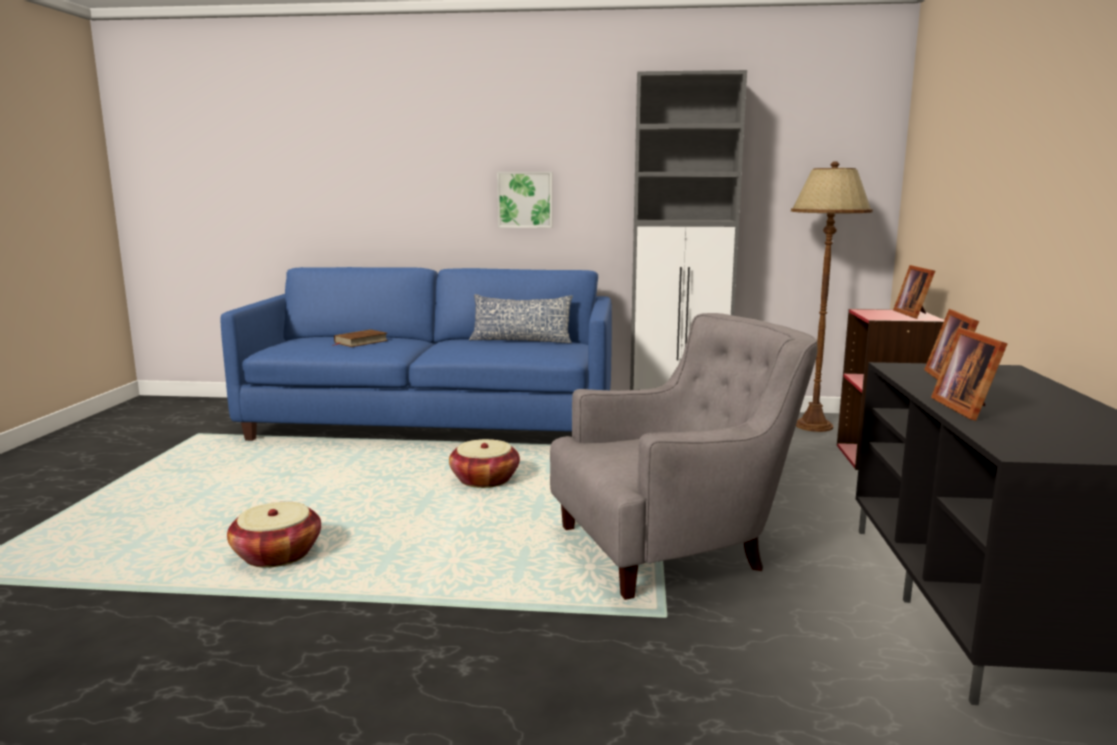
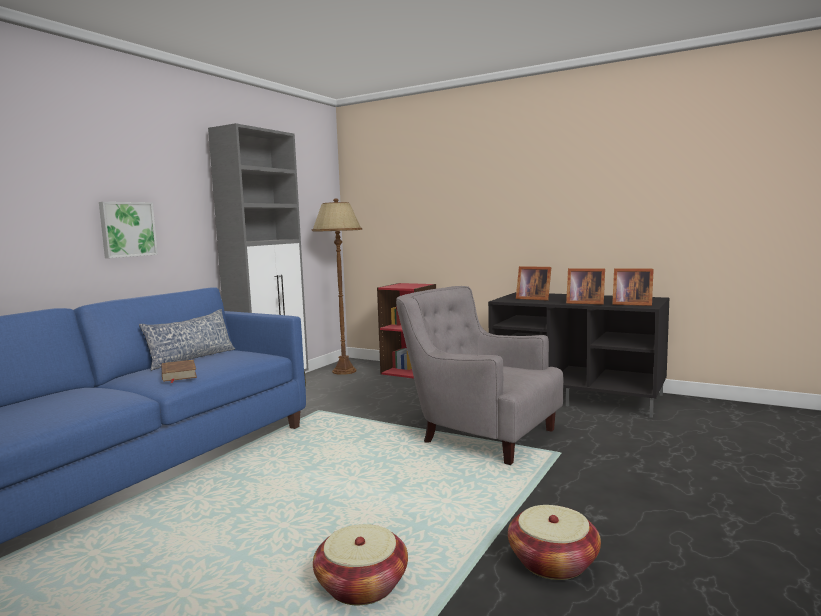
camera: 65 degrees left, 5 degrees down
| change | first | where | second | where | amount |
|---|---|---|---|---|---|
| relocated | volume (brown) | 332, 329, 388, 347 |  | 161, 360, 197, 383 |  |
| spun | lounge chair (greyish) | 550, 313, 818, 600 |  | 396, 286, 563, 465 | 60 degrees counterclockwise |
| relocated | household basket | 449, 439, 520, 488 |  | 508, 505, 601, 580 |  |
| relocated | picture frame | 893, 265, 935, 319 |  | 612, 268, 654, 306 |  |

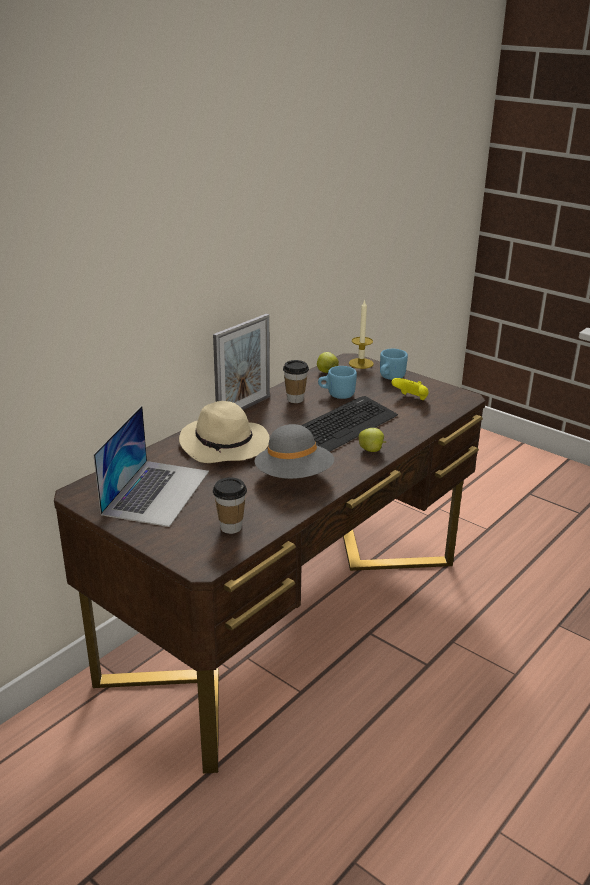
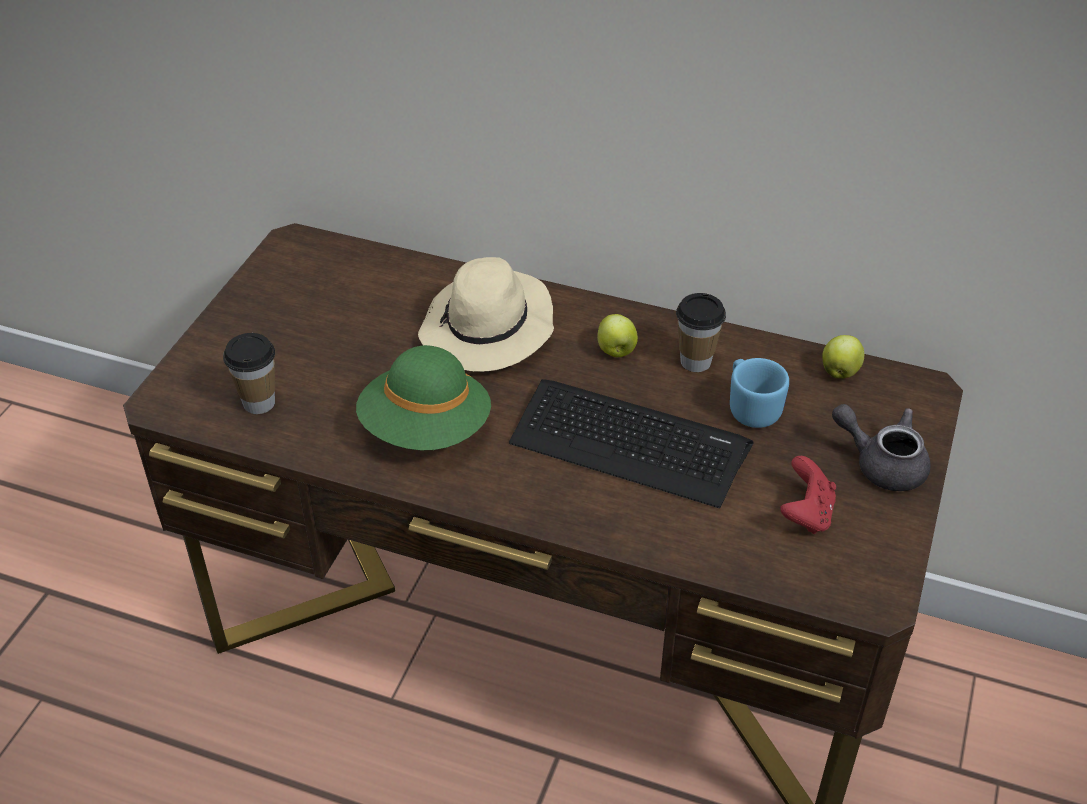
camera: 70 degrees right, 15 degrees up
| change | first | where | second | where | amount |
|---|---|---|---|---|---|
| colour | hat (greyish) | 255, 424, 334, 479 | hat (green-coloured) | 356, 345, 491, 450 |  |
| relocated | apple | 359, 428, 386, 452 |  | 597, 314, 638, 357 |  |
| colour | game controller (yellow-coloured) | 391, 378, 429, 400 | game controller (red-coloured) | 781, 456, 836, 534 |  |
| exchanged | tea mug (blue) | 380, 349, 408, 380 | teapot (greyish) | 832, 404, 931, 491 |  |
| missing | laptop | 93, 406, 209, 527 |  |  |  |
| missing | picture frame | 213, 314, 270, 410 |  |  |  |
| missing | candle | 349, 299, 374, 369 |  |  |  |

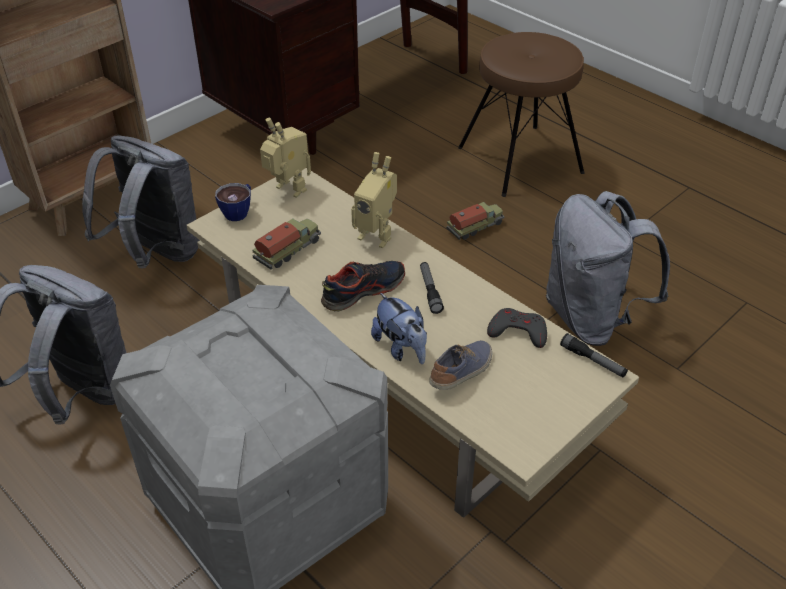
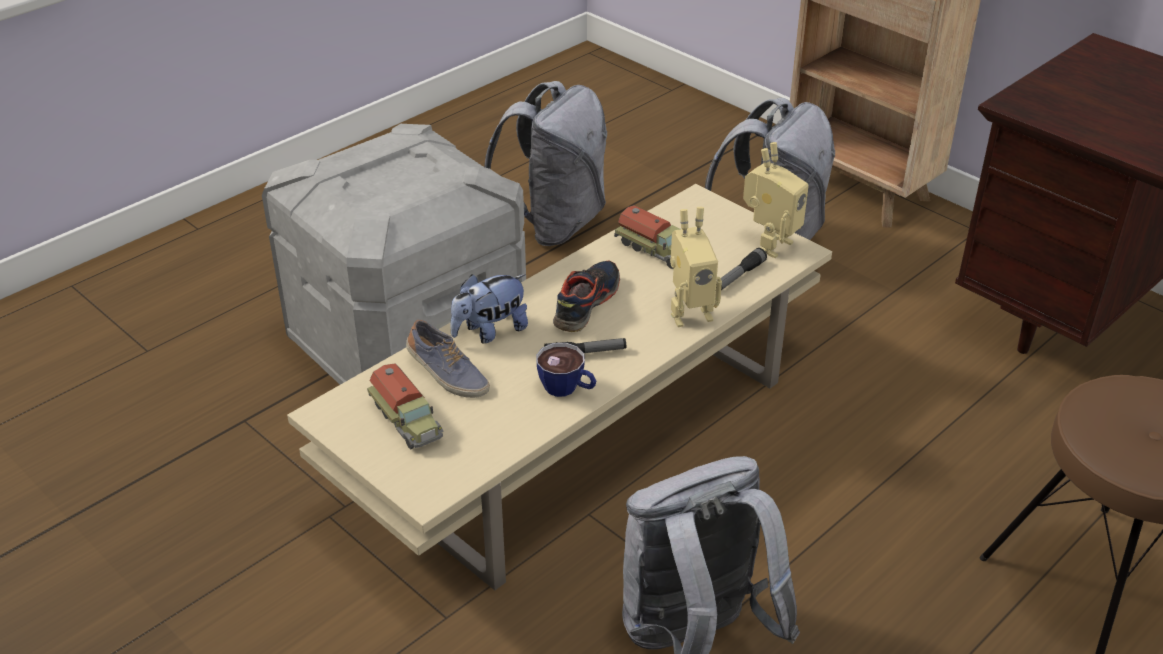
camera: 90 degrees right, 5 degrees down
| change | first | where | second | where | amount |
|---|---|---|---|---|---|
| relocated | toy lorry | 446, 202, 504, 240 |  | 367, 363, 444, 449 |  |
| relocated | drinking cup | 215, 183, 251, 221 |  | 536, 343, 596, 397 |  |
| spun | shoe | 321, 261, 405, 312 |  | 553, 261, 620, 332 | 120 degrees counterclockwise |
| spun | toy robot | 351, 152, 397, 248 |  | 670, 207, 722, 327 | 135 degrees counterclockwise |
| relocated | flashlight | 560, 333, 628, 377 |  | 716, 248, 767, 290 |  |
| missing | game controller (greyish) | 487, 308, 547, 348 |  |  |  |

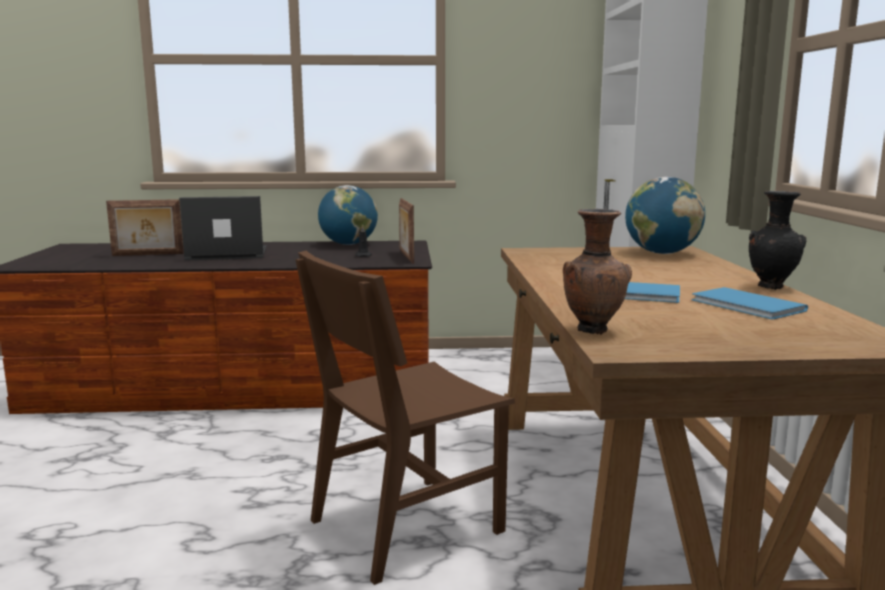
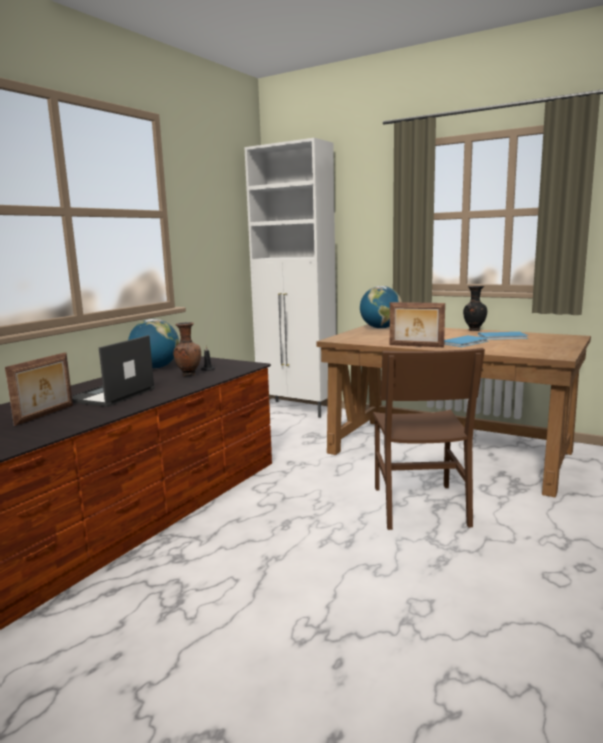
camera: 55 degrees left, 0 degrees up
| change | first | where | second | where | amount |
|---|---|---|---|---|---|
| relocated | decorative vase (brown) | 563, 209, 632, 334 |  | 173, 322, 201, 376 |  |
| relocated | picture frame | 399, 198, 414, 264 |  | 390, 302, 445, 347 |  |

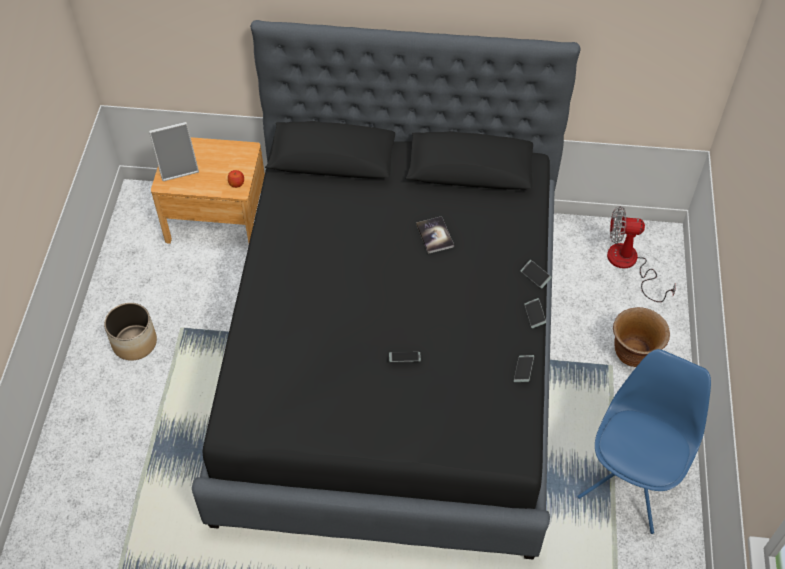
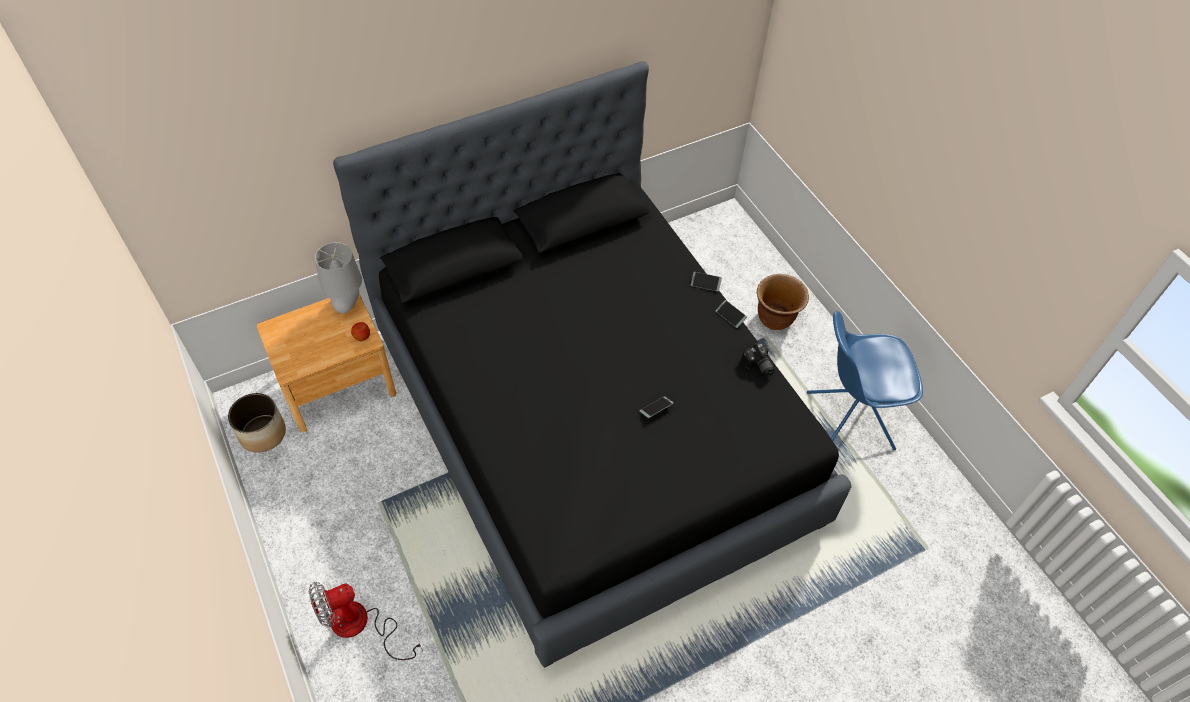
camera: 35 degrees left, 0 degrees up
| change | first | where | second | where | amount |
|---|---|---|---|---|---|
| relocated | planter | 104, 303, 157, 361 |  | 228, 393, 286, 453 |  |
| relocated | fan | 607, 206, 676, 302 |  | 309, 582, 423, 660 |  |
| appeared |  |  | lamp for a table (greyish) | 315, 242, 362, 313 |  |
| exchanged | telephone | 514, 355, 534, 382 | photo camera | 741, 342, 775, 377 |  |
| spun | plain chair (blue) | 577, 349, 711, 534 |  | 807, 311, 923, 450 | 90 degrees counterclockwise |
| missing | picture frame | 149, 122, 199, 181 |  |  |  |
| missing | volume | 416, 216, 454, 254 |  |  |  |

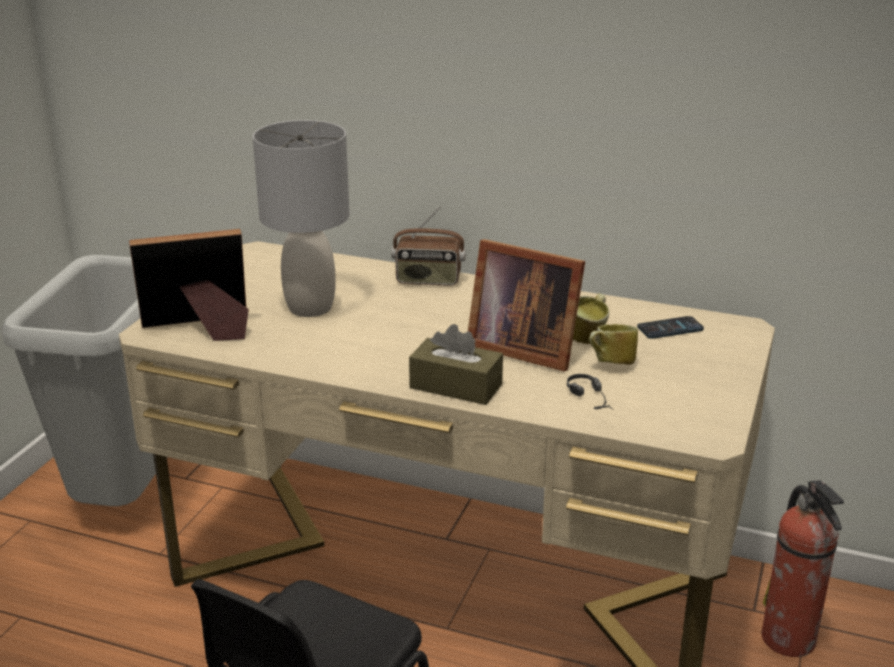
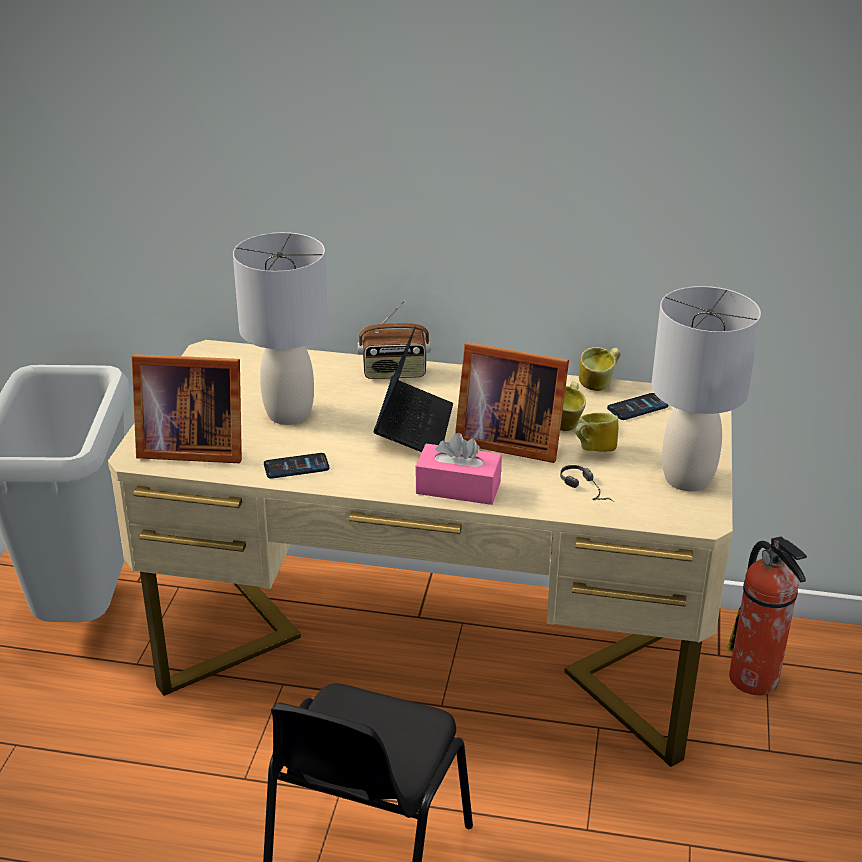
camera: 10 degrees left, 5 degrees up
| change | first | where | second | where | amount |
|---|---|---|---|---|---|
| spun | picture frame | 129, 229, 249, 341 |  | 132, 354, 242, 463 | 150 degrees counterclockwise |
| appeared |  |  | telephone | 264, 453, 329, 478 |  |
| appeared |  |  | laptop | 374, 326, 453, 452 |  |
| colour | tissue holder (brown) | 409, 324, 503, 405 | tissue holder (pink-coloured) | 416, 433, 502, 505 |  |
| appeared |  |  | tea mug | 579, 347, 621, 391 |  |
| appeared |  |  | lamp for a table (greyish) | 652, 286, 761, 491 |  |

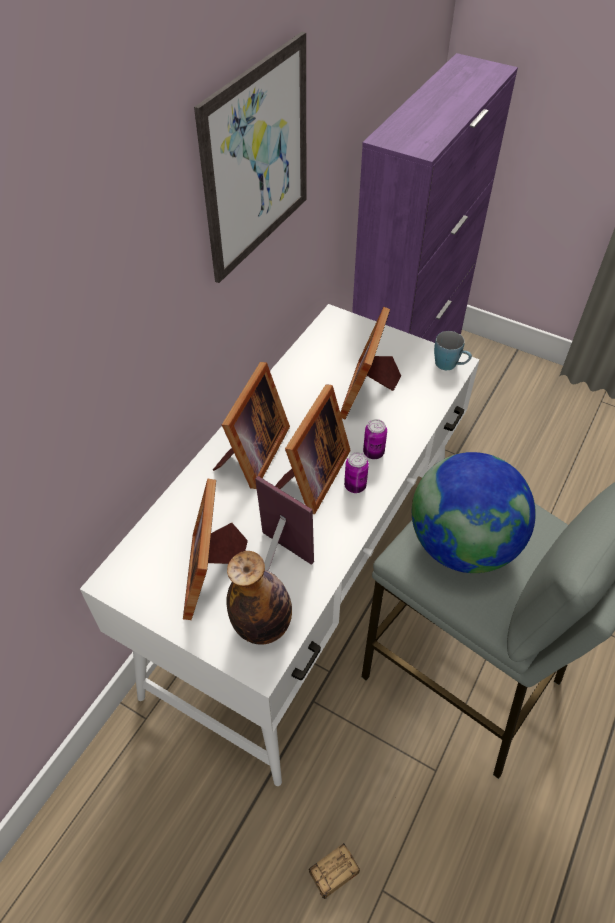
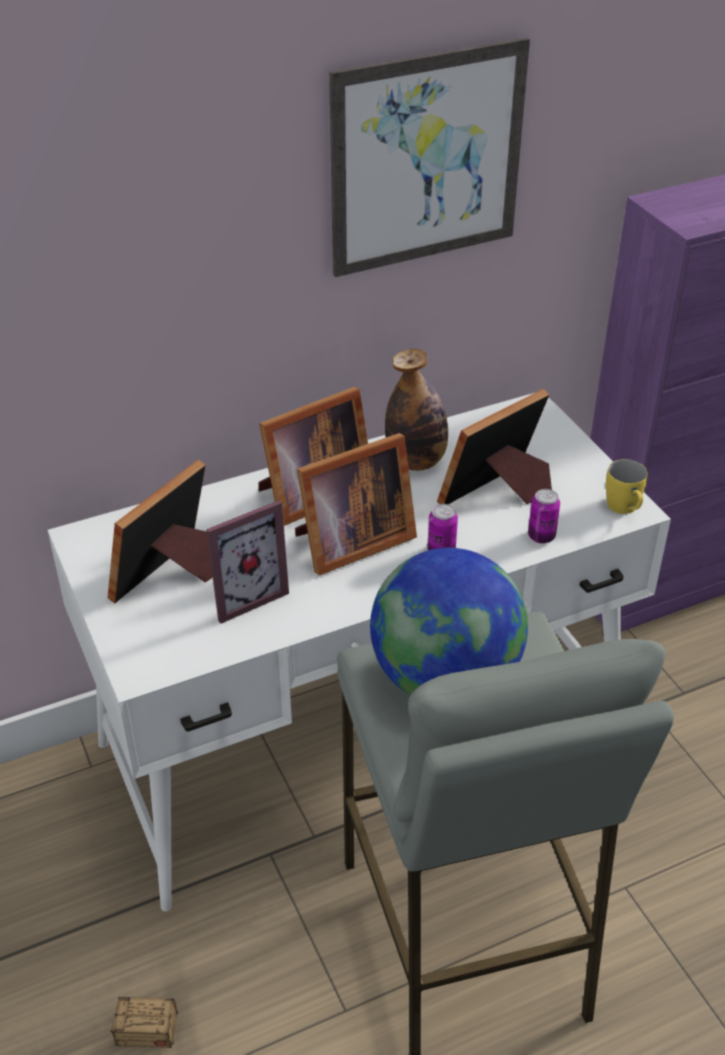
camera: 35 degrees right, 10 degrees down
| change | first | where | second | where | amount |
|---|---|---|---|---|---|
| spun | picture frame | 255, 476, 314, 571 |  | 206, 500, 289, 624 | 75 degrees clockwise |
| relocated | beverage bottle | 227, 551, 292, 645 |  | 385, 349, 448, 471 |  |
| relocated | can | 344, 453, 369, 493 |  | 528, 489, 560, 544 |  |
| colour | tea mug (blue) | 434, 331, 472, 370 | tea mug (yellow-coloured) | 606, 459, 648, 514 |  |

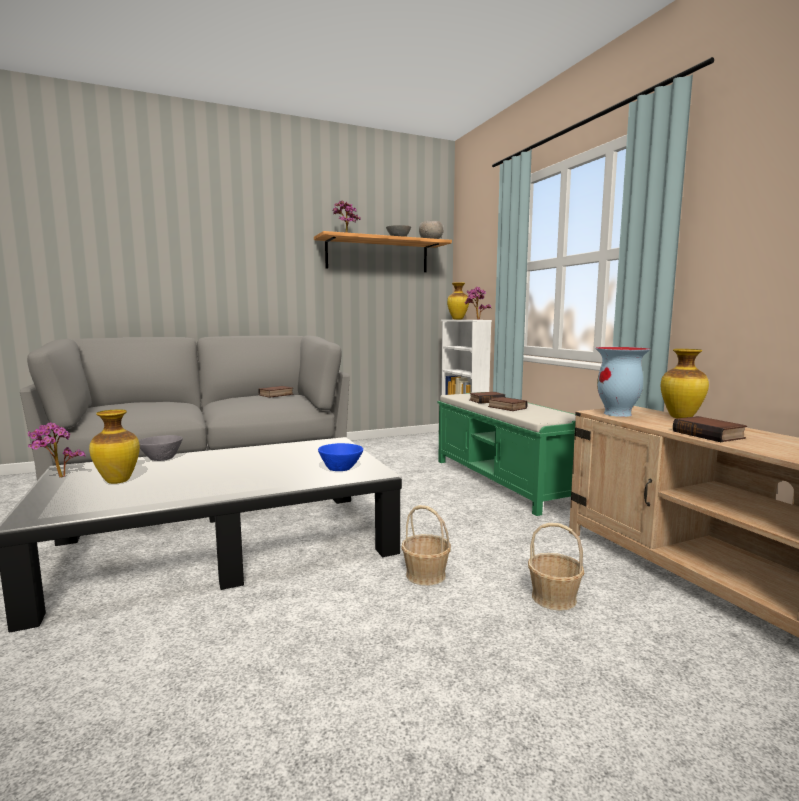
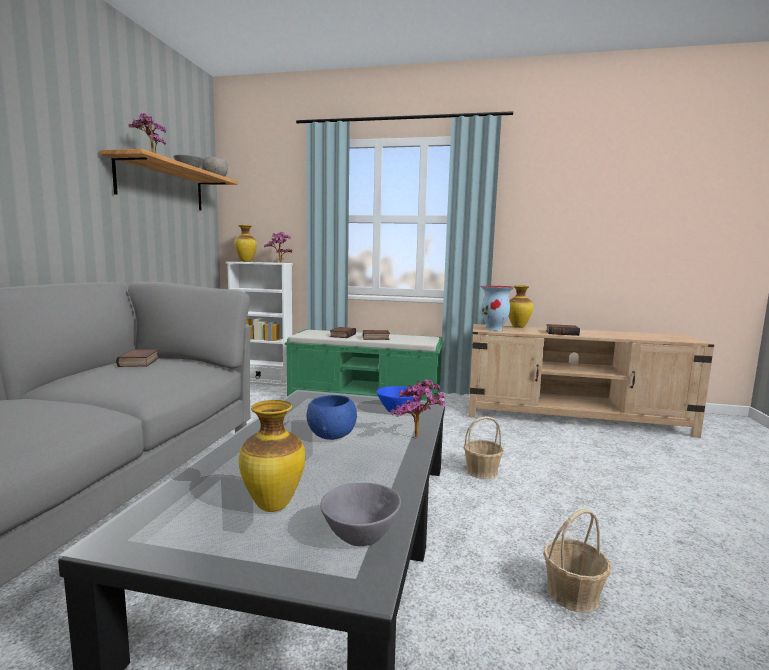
camera: 55 degrees left, 0 degrees up
| change | first | where | second | where | amount |
|---|---|---|---|---|---|
| appeared |  |  | bowl (blue) | 306, 395, 357, 440 |  |
| relocated | bowl (greyish) | 139, 435, 183, 461 |  | 320, 483, 401, 546 |  |
| relocated | houseplant | 27, 422, 86, 478 |  | 390, 379, 445, 438 |  |
| relocated | household basket | 528, 523, 584, 611 |  | 543, 509, 611, 613 |  |

